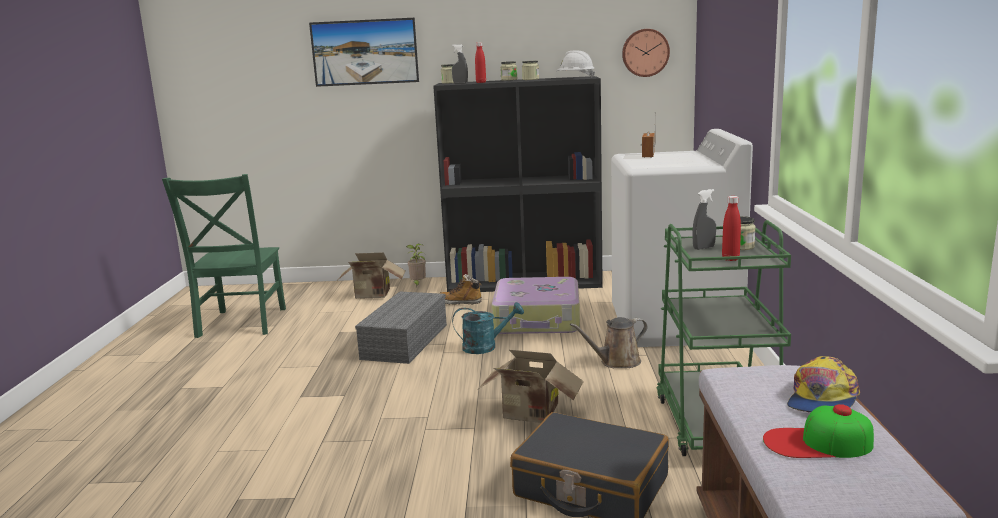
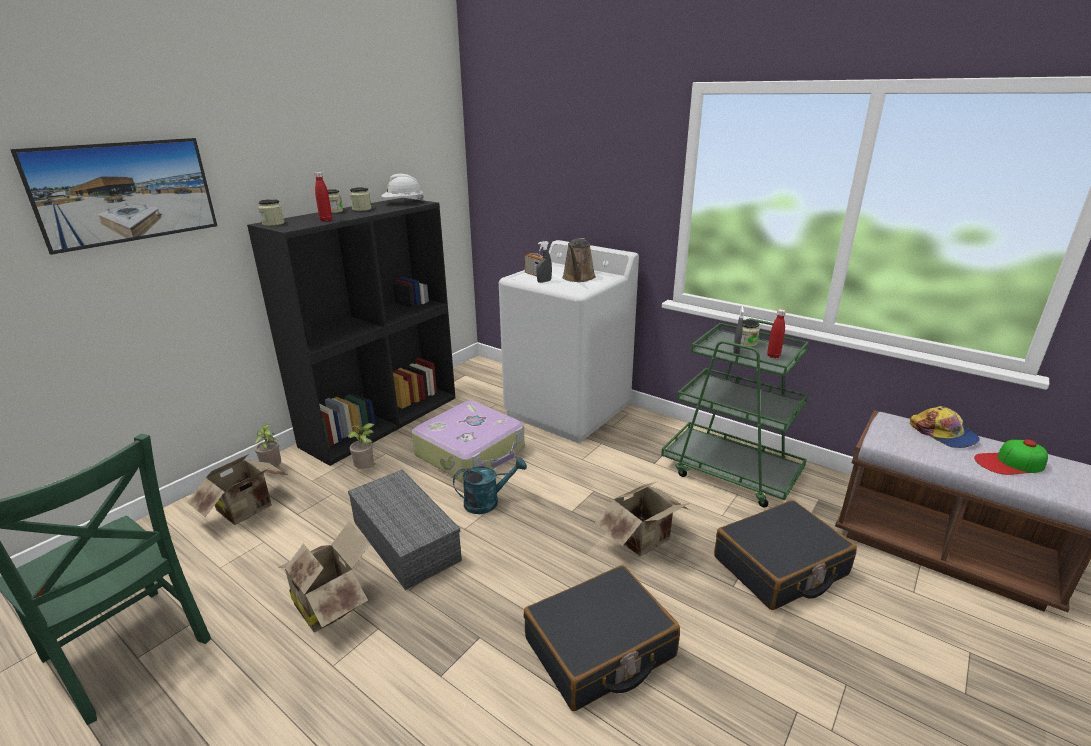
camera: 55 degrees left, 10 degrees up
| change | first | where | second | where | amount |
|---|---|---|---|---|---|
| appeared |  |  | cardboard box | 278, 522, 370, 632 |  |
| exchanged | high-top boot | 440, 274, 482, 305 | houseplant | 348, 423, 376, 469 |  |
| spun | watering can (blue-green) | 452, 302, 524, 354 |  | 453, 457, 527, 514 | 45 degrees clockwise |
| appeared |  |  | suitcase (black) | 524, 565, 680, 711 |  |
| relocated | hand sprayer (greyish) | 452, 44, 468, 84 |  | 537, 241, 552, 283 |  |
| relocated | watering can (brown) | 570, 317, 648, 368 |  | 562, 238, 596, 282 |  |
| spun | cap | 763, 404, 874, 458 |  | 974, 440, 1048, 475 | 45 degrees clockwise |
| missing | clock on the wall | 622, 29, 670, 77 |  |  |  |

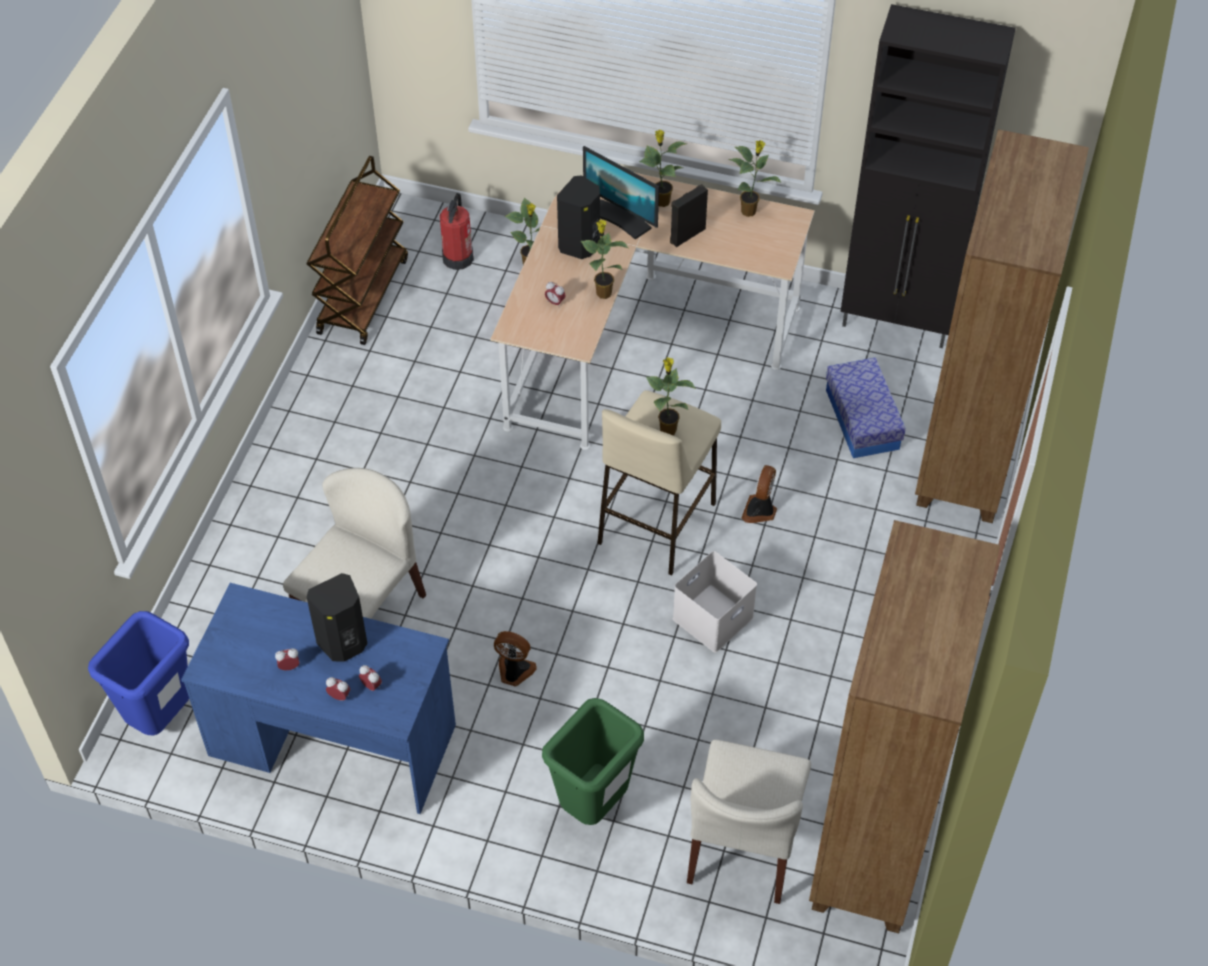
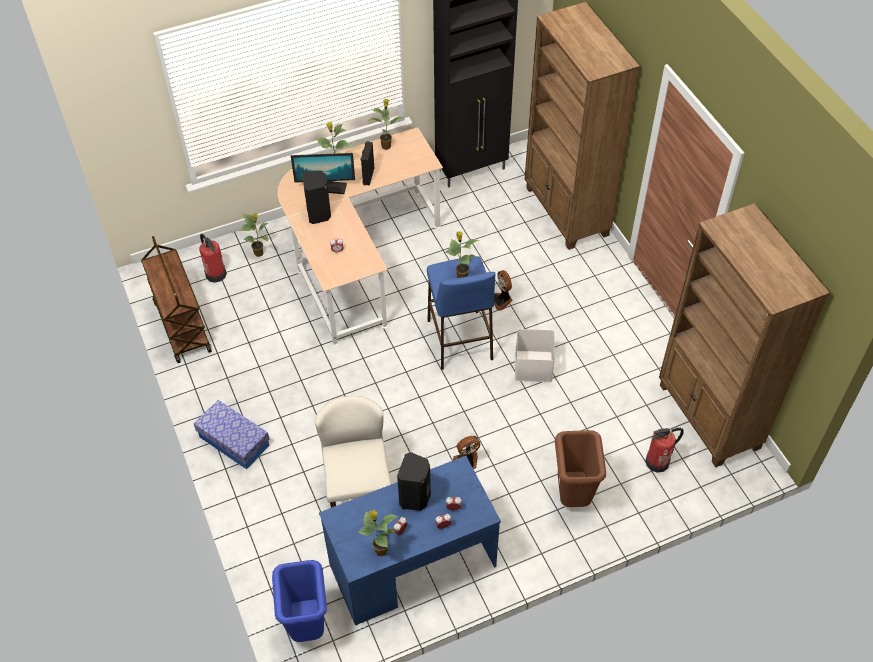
camera: 40 degrees left, 0 degrees up
| change | first | where | second | where | amount |
|---|---|---|---|---|---|
| relocated | storage container | 826, 357, 906, 458 |  | 194, 400, 269, 469 |  |
| relocated | houseplant | 581, 220, 628, 299 |  | 358, 510, 398, 556 |  |
| colour | stool (beige-coloured) | 597, 390, 721, 576 | stool (blue) | 427, 256, 495, 370 |  |
| colour | waste bin (green-coloured) | 542, 698, 644, 825 | waste bin (brown) | 555, 430, 606, 507 |  |
| exchanged | plain chair (beige-coloured) | 687, 740, 811, 904 | fire extinguisher | 645, 428, 684, 473 |  |

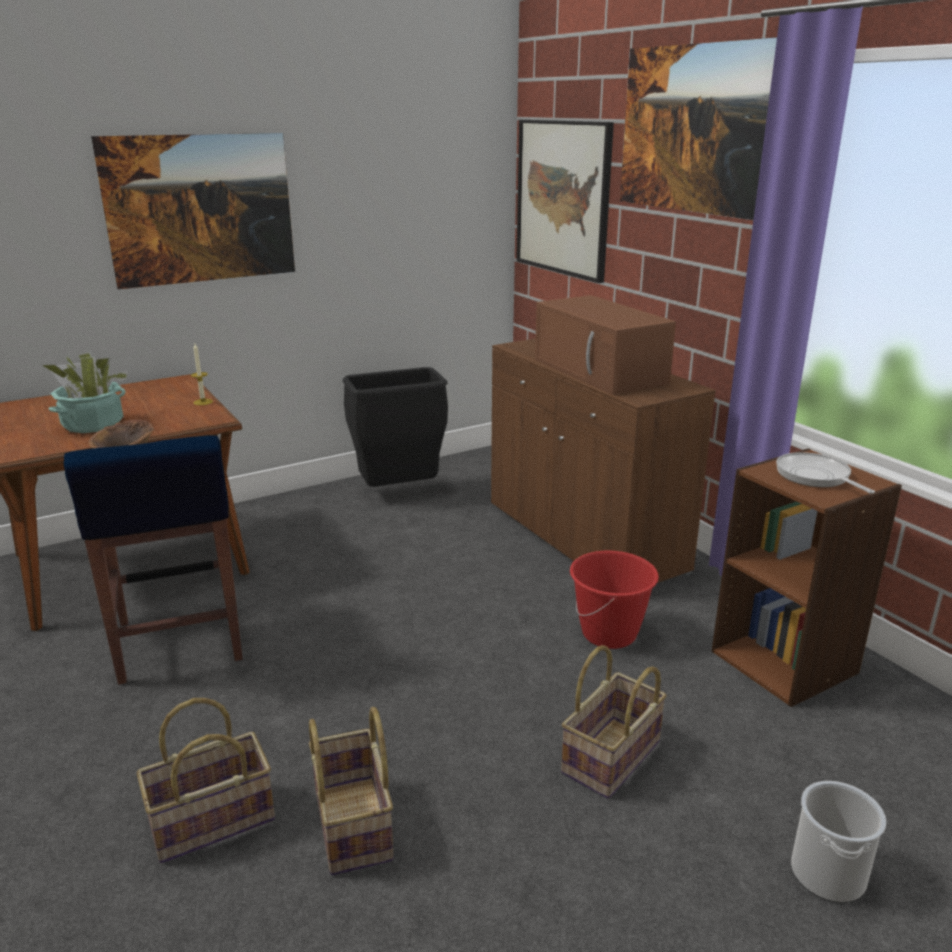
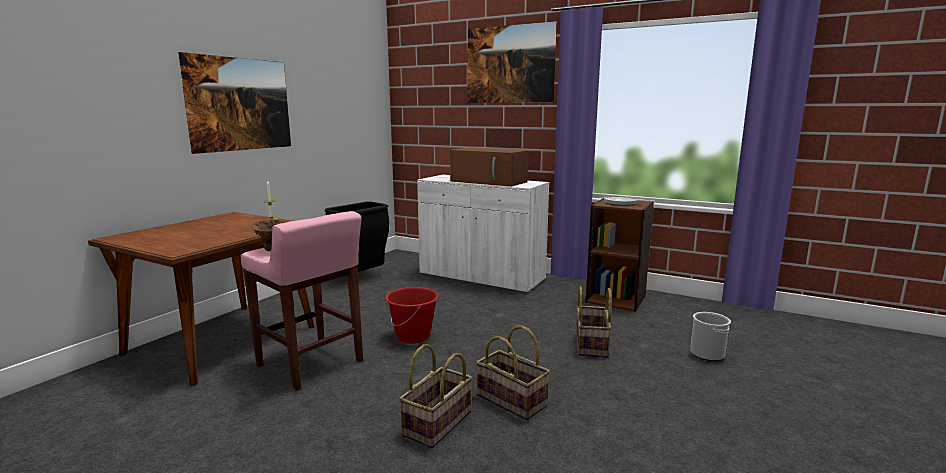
camera: 30 degrees left, 10 degrees down
| change | first | where | second | where | amount |
|---|---|---|---|---|---|
| colour | stool (blue) | 64, 435, 243, 685 | stool (pink-coloured) | 241, 211, 363, 391 |  |
| relocated | pail (red-coloured) | 570, 551, 659, 649 |  | 386, 287, 438, 344 |  |
| colour | cupboard (brown) | 491, 338, 716, 583 | cupboard (white) | 417, 175, 549, 294 |  |
| missing | houseplant | 42, 352, 128, 433 |  |  |  |
| missing | wall picture | 516, 120, 614, 283 |  |  |  |

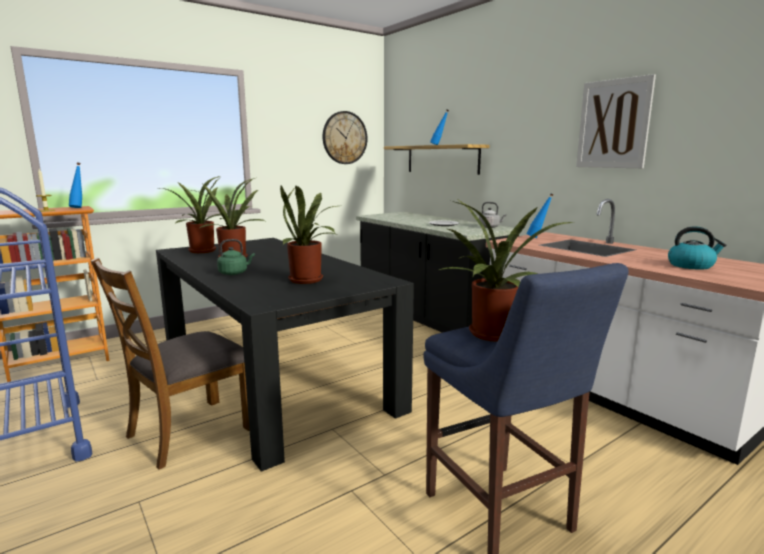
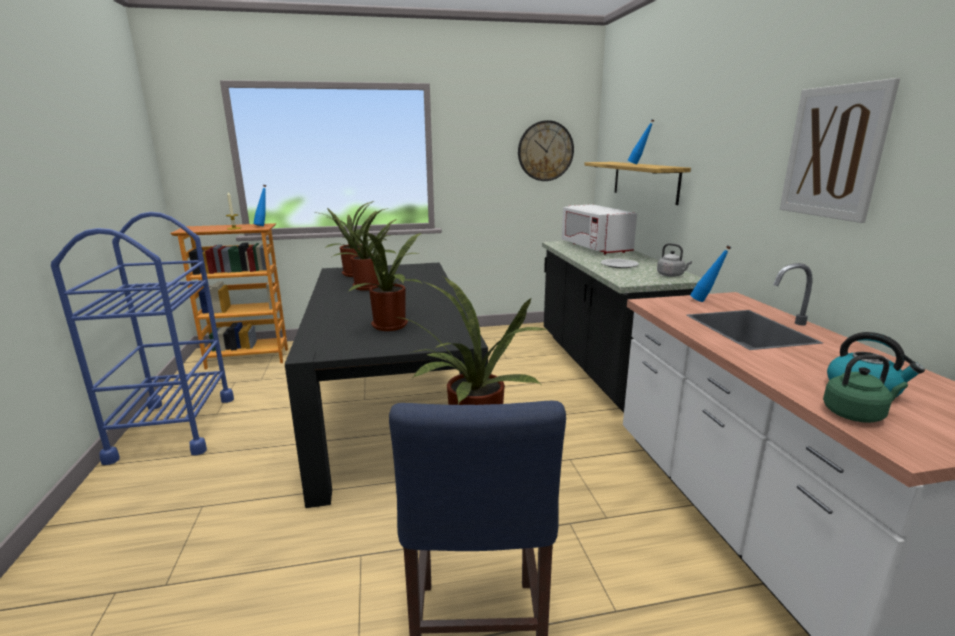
camera: 25 degrees right, 5 degrees up
| change | first | where | second | where | amount |
|---|---|---|---|---|---|
| appeared |  |  | microwave oven (white) | 562, 204, 637, 254 |  |
| relocated | tea kettle (green-coloured) | 217, 239, 255, 275 |  | 823, 355, 908, 423 |  |
| missing | plain chair (brown) | 91, 258, 249, 470 |  |  |  |

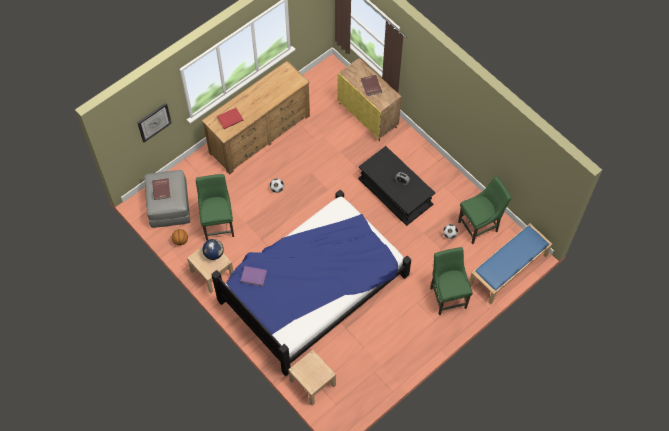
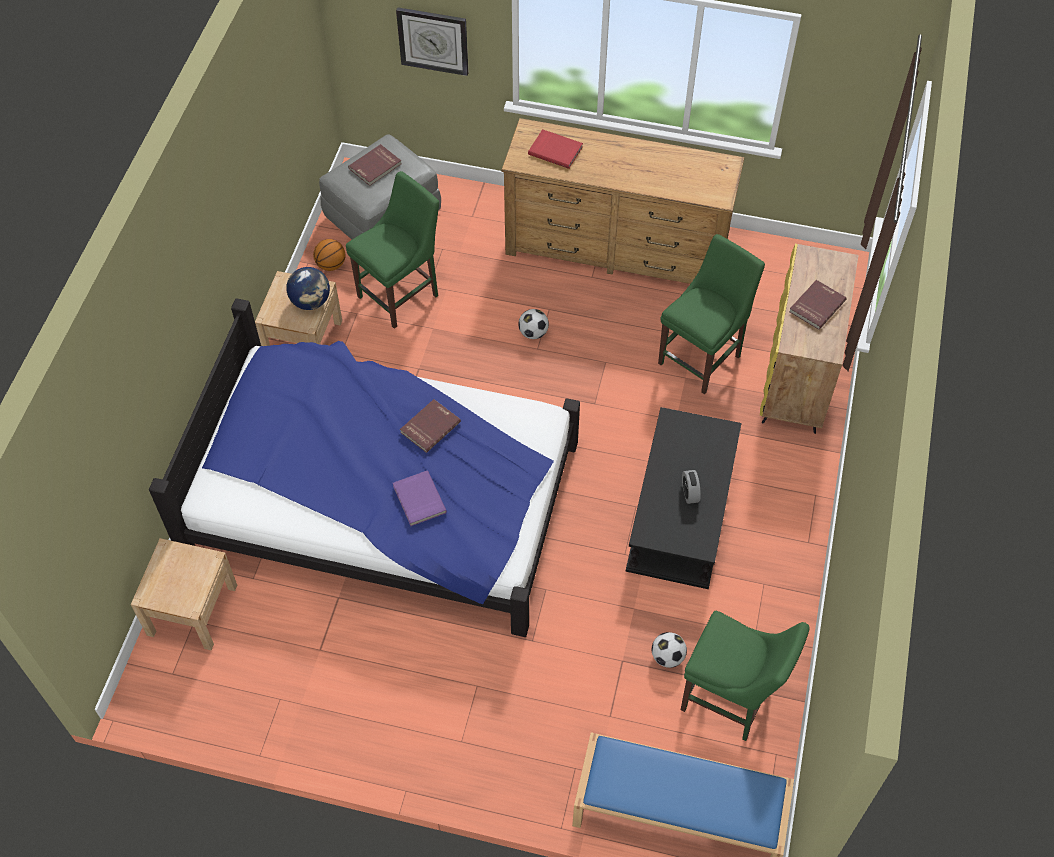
camera: 55 degrees right, 5 degrees down
| change | first | where | second | where | amount |
|---|---|---|---|---|---|
| relocated | volume (purple) | 241, 266, 267, 286 |  | 393, 470, 447, 526 |  |
| appeared |  |  | volume (red-coloured) | 400, 399, 461, 453 |  |
| relocated | plain chair (green-coloured) | 430, 247, 473, 315 |  | 658, 234, 765, 394 |  |

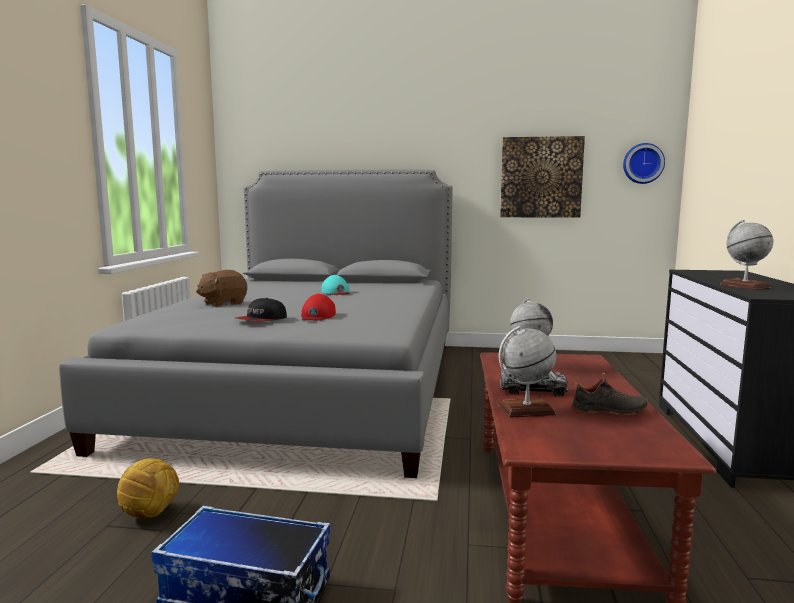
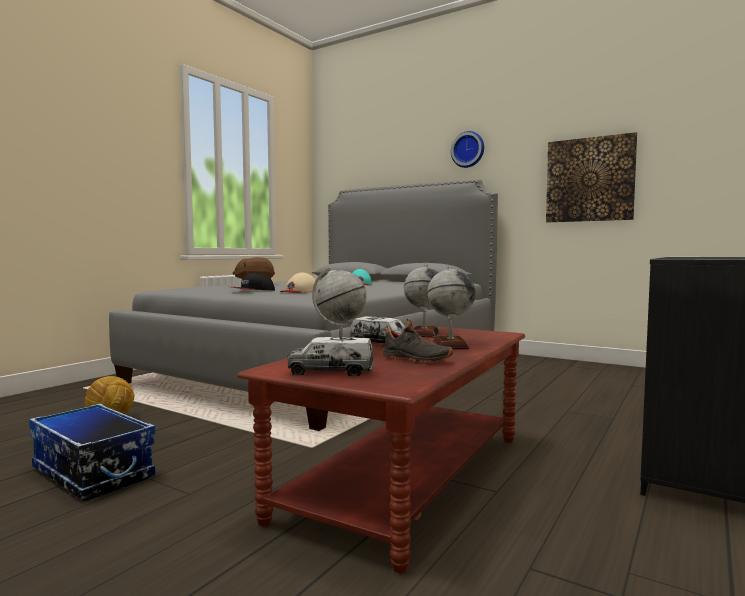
camera: 25 degrees right, 5 degrees down
| change | first | where | second | where | amount |
|---|---|---|---|---|---|
| colour | cap (red-coloured) | 301, 294, 336, 321 | cap (beige-coloured) | 280, 273, 318, 293 |  |
| appeared |  |  | toy lorry | 287, 337, 374, 376 |  |
| relocated | globe | 720, 220, 773, 290 |  | 427, 266, 476, 349 |  |
| relocated | clock on the wall | 623, 143, 665, 184 |  | 451, 131, 484, 168 |  |

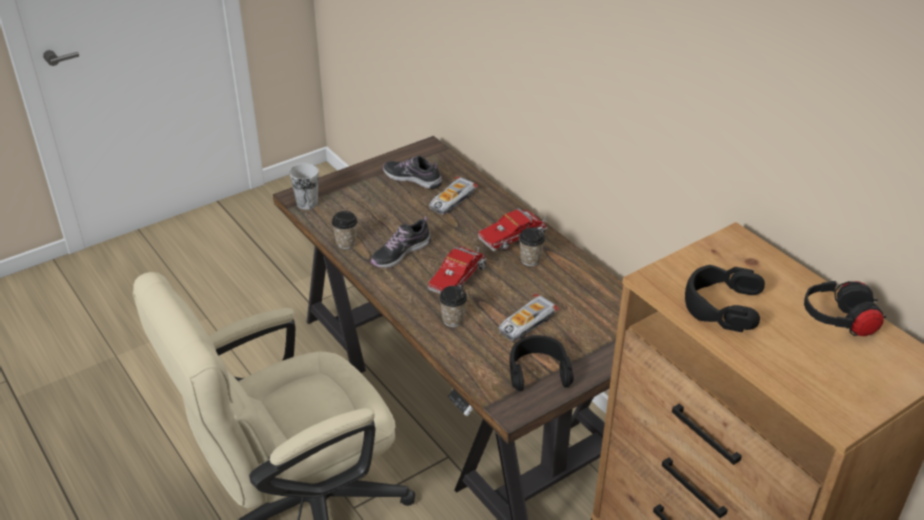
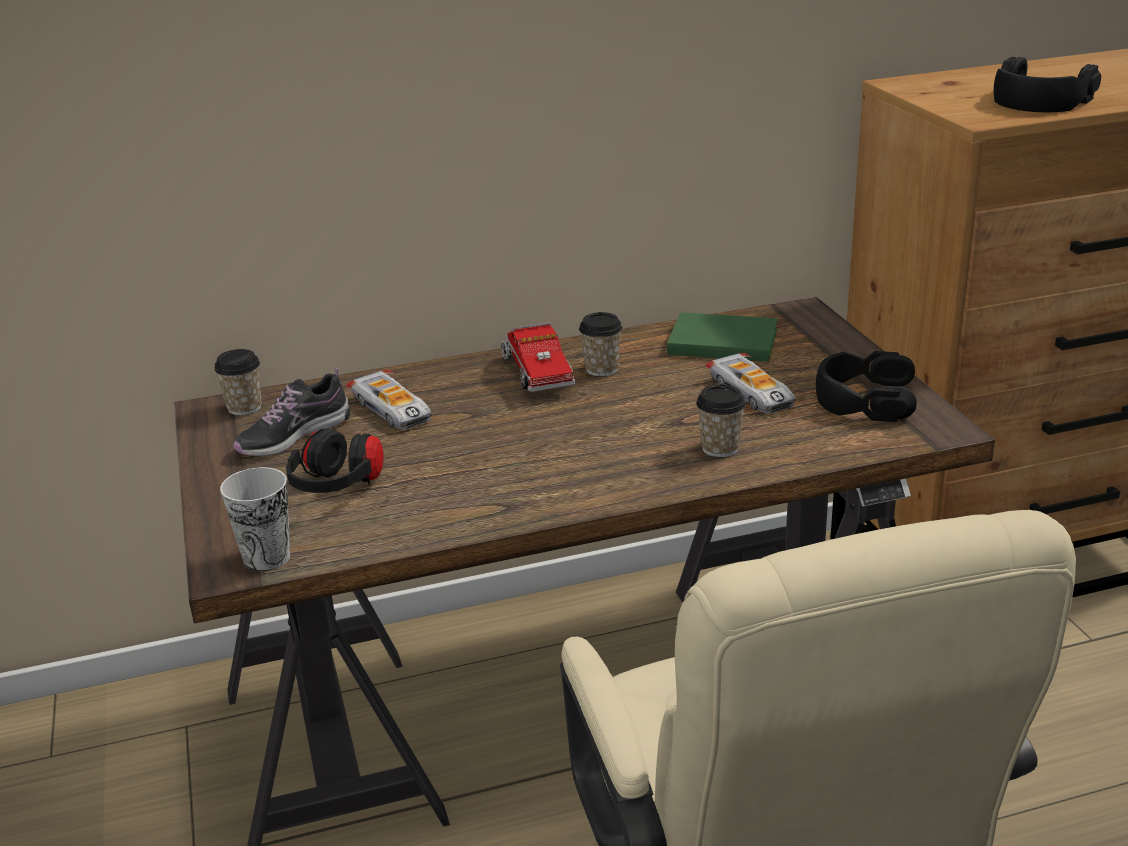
camera: 70 degrees left, 10 degrees down
| change | first | where | second | where | amount |
|---|---|---|---|---|---|
| relocated | drinking cup | 332, 211, 358, 249 |  | 214, 349, 262, 415 |  |
| relocated | headphones (black) | 804, 281, 886, 336 |  | 286, 428, 384, 493 |  |
| appeared |  |  | volume (green-coloured) | 667, 312, 777, 362 |  |
| missing | shoe | 371, 216, 431, 268 |  |  |  |
| missing | toy lorry | 428, 247, 487, 294 |  |  |  |

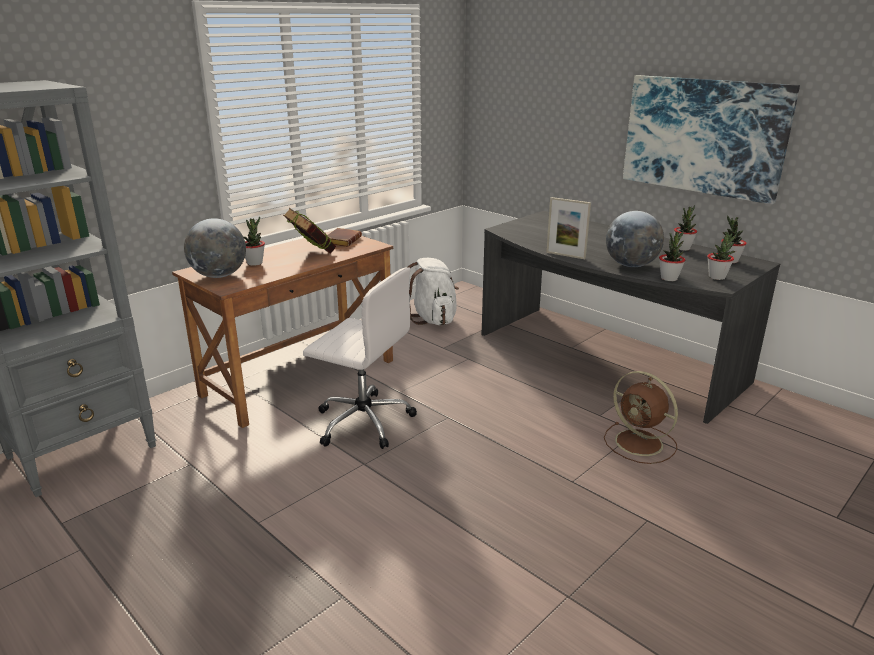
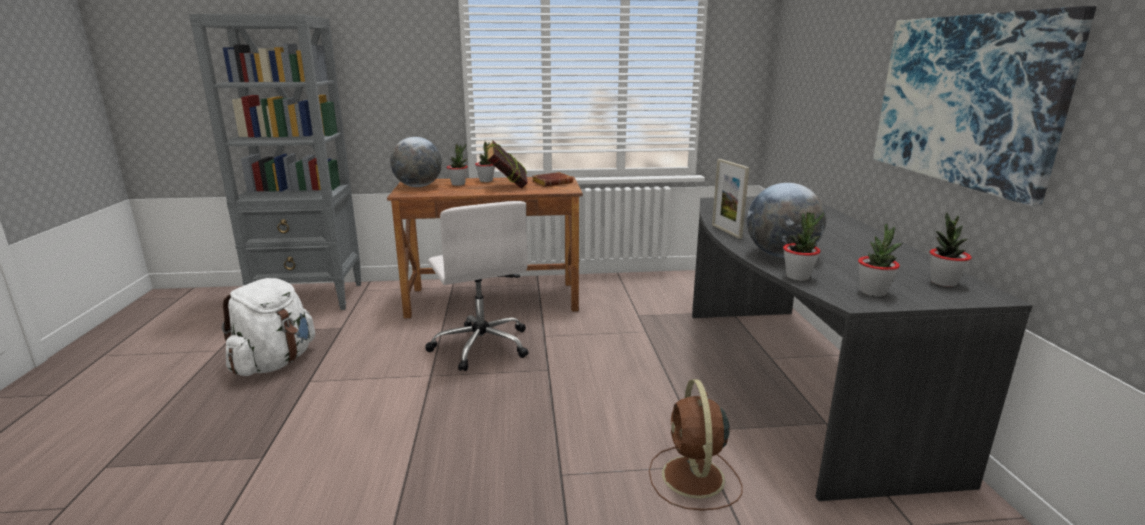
camera: 40 degrees right, 5 degrees down
| change | first | where | second | where | amount |
|---|---|---|---|---|---|
| relocated | rucksack (white) | 408, 258, 459, 325 |  | 222, 278, 315, 376 |  |
| relocated | houseplant | 674, 205, 697, 251 |  | 475, 142, 495, 182 |  |

